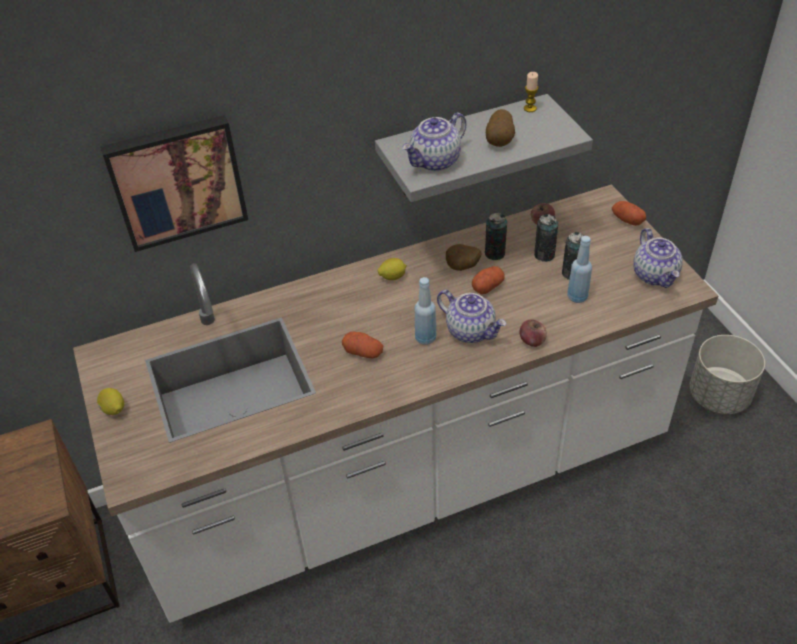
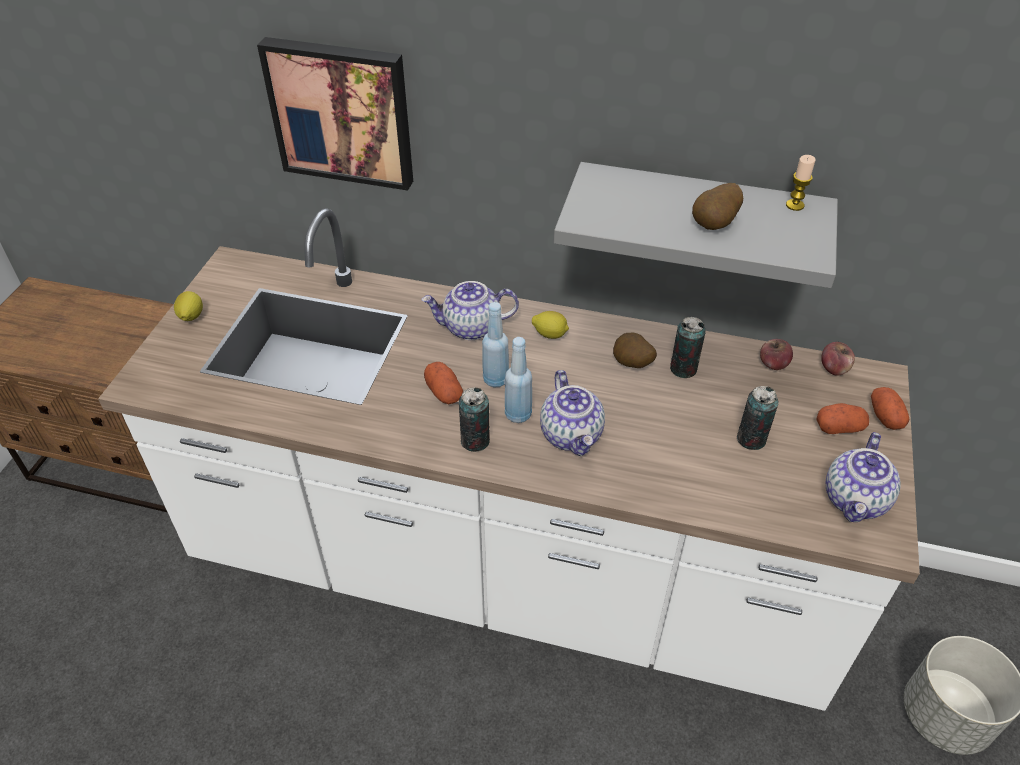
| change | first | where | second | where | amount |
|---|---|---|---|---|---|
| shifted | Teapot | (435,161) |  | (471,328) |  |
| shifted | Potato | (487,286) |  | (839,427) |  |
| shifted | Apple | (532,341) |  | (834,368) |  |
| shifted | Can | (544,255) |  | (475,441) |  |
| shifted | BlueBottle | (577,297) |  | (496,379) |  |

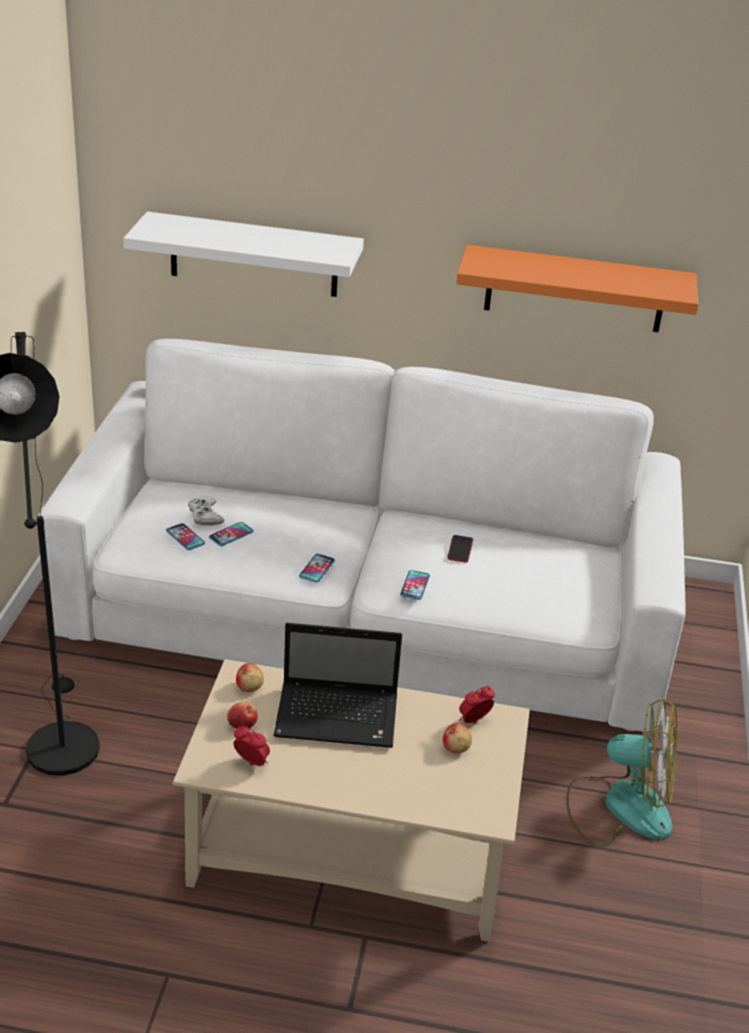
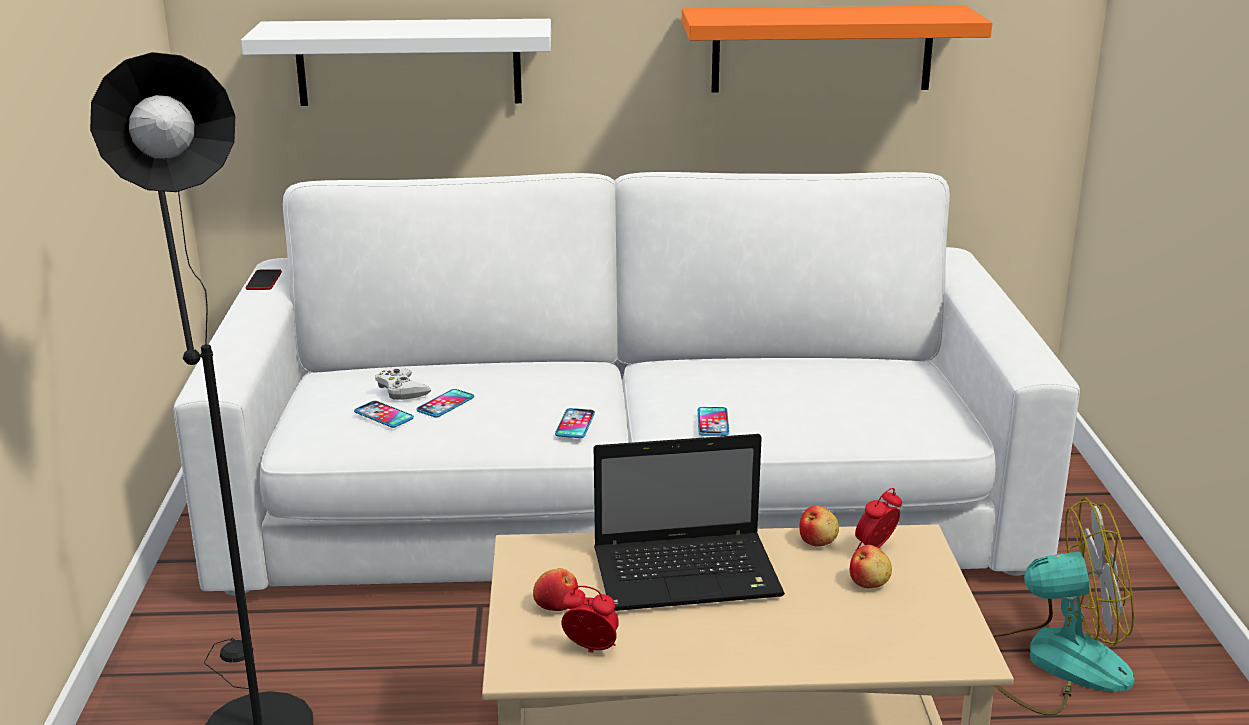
| change | first | where | second | where | amount |
|---|---|---|---|---|---|
| shifted | Apple | (249,687) |  | (818,541) |  |
| shifted | Phone | (460,549) |  | (264,281) |  |

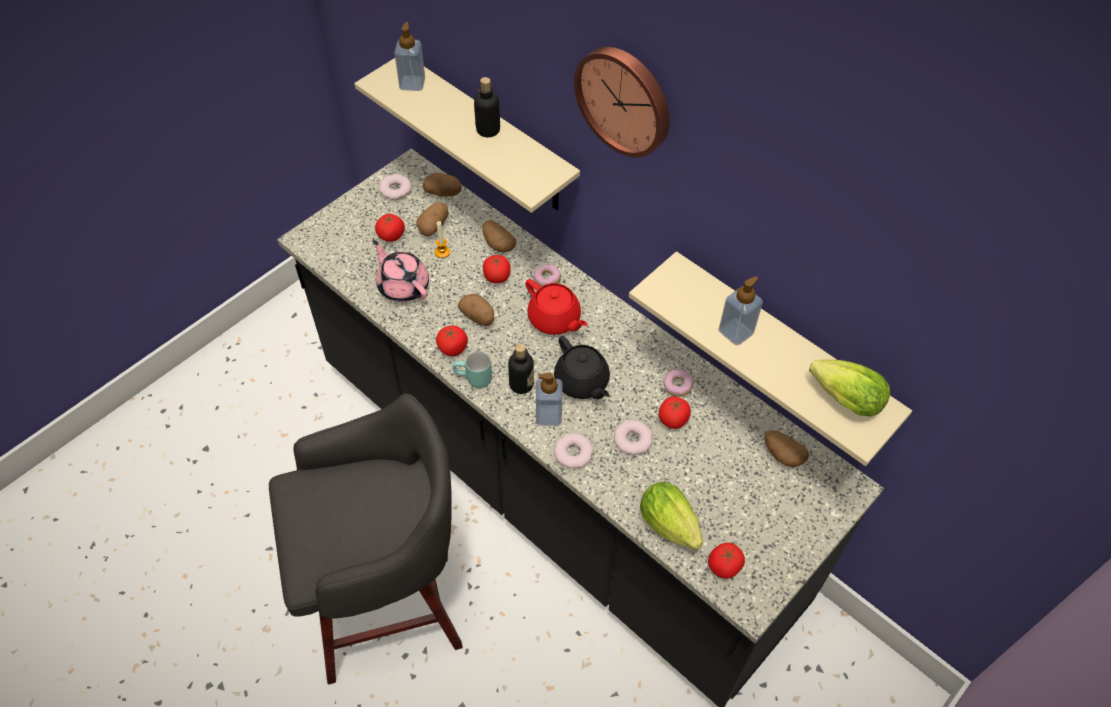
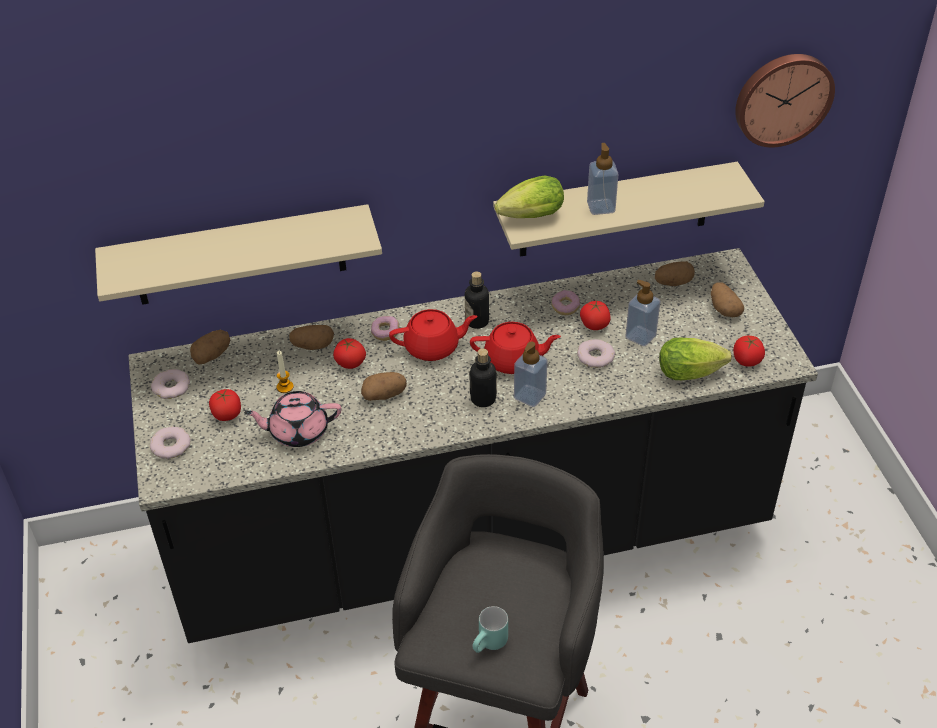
| change | first | where | second | where | amount |
|---|---|---|---|---|---|
| shifted | SoapDispenser | (412,83) |  | (640,336) |  |
| shifted | Potato | (434,226) |  | (723,309) |  |
| gone | Tomato | (452,348) |  |  |  |
| shifted | TurquoiseMug | (473,380) |  | (490,645) |  |
| shifted | Bottle | (488,130) |  | (477,321) |  |
| repainted | BlackTeapot | (582,382) | RedTeapot | (513,360) |  |
| shifted | Donut | (573,453) |  | (170,446) |  |
| shifted | WallClock | (625,100) |  | (782,98) |  |
| shifted | Lettuce | (841,398) |  | (528,217) |  |

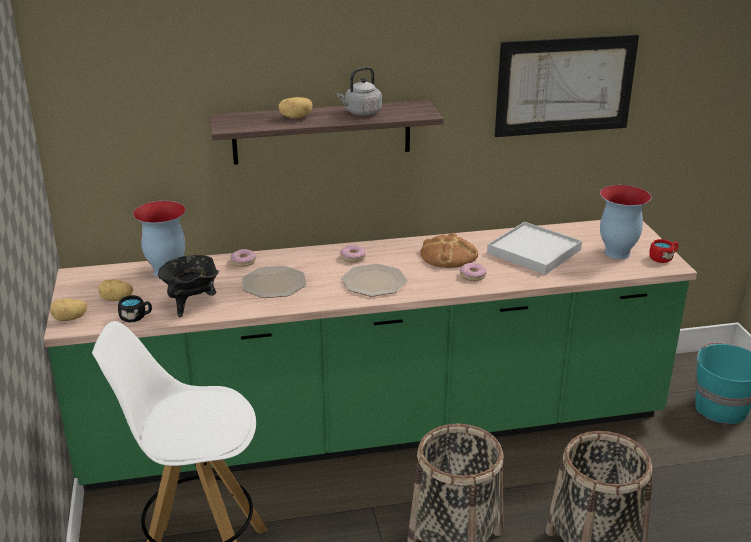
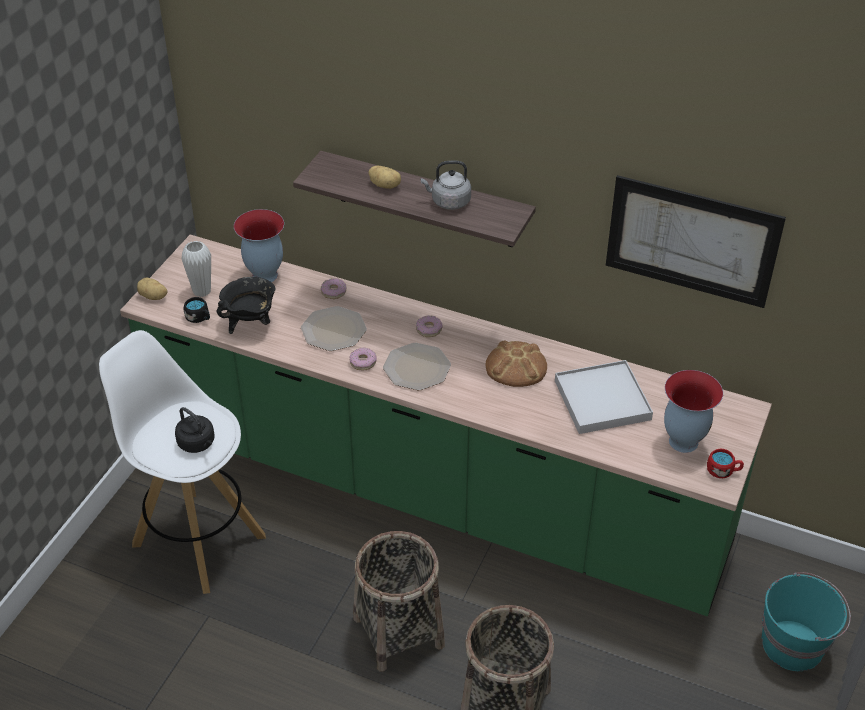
| change | first | where | second | where | amount |
|---|---|---|---|---|---|
| swapped | Potato | (117,299) | WhiteVase | (202,291) |  |
| shifted | Donut | (472,276) |  | (362,362) |  |
| new |  |  | BlackKettle | (198,444) |  |

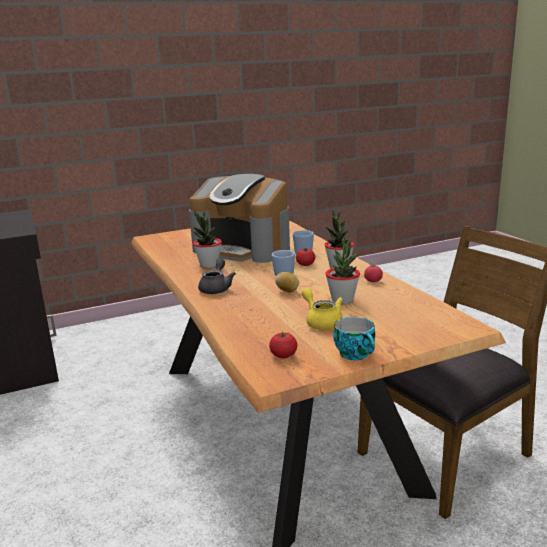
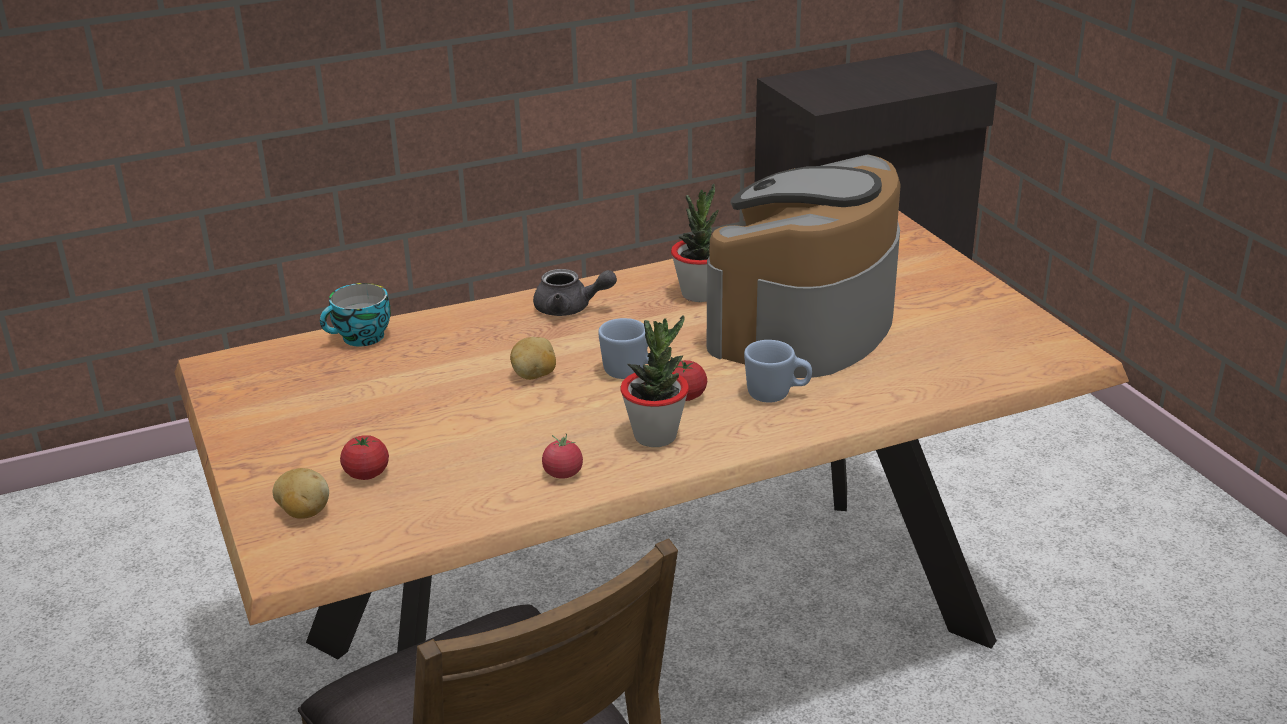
| change | first | where | second | where | amount |
|---|---|---|---|---|---|
| shifted | Tomato | (283,355) |  | (366,474) |  |
| gone | YellowTeapot | (321,322) |  |  |  |
| gone | PottedPlant | (342,300) |  |  |  |
| shifted | Cup | (356,354) |  | (361,338) |  |
| new |  |  | Potato | (303,512) |  |

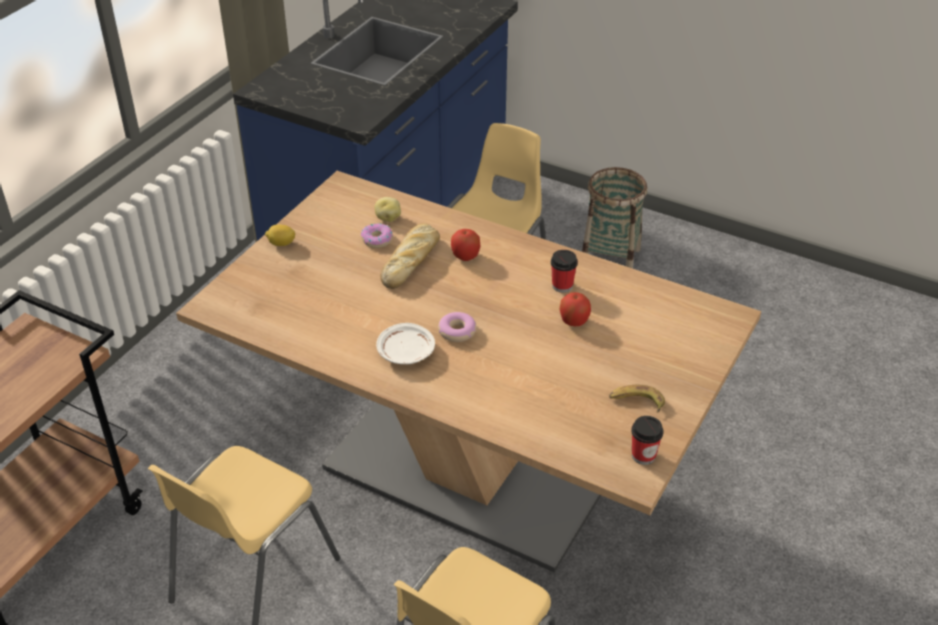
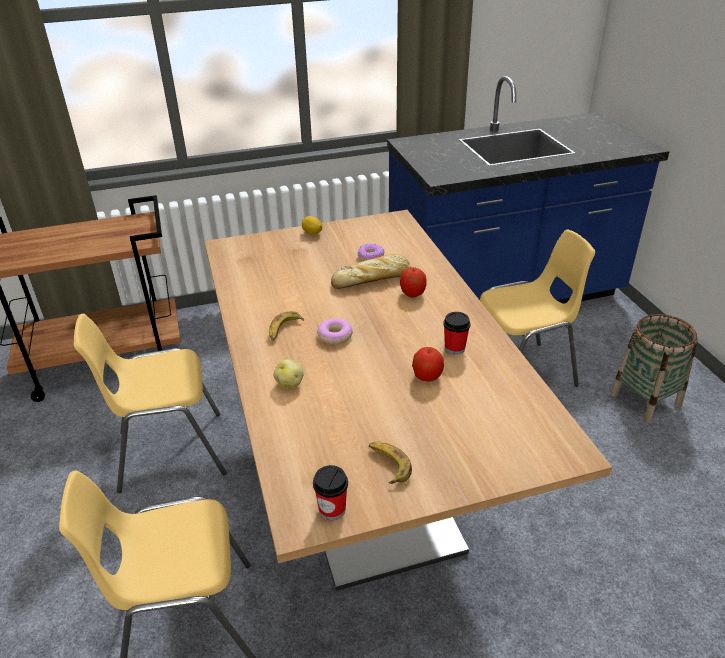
| change | first | where | second | where | amount |
|---|---|---|---|---|---|
| shifted | Potato | (388,218) |  | (290,383) |  |
| swapped | WhitePlate | (406,352) | Banana | (284,329) |  |

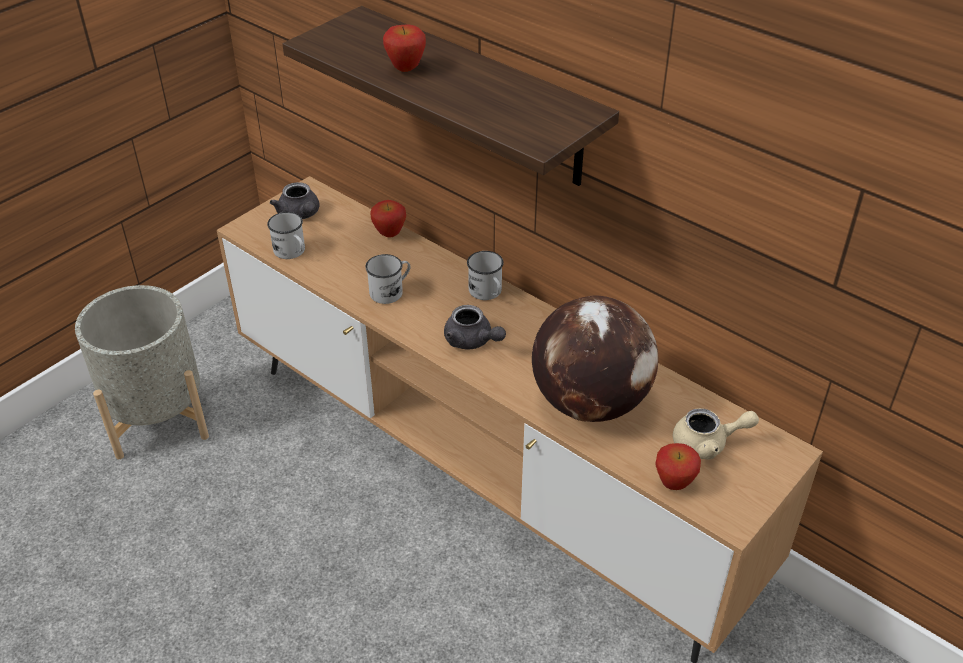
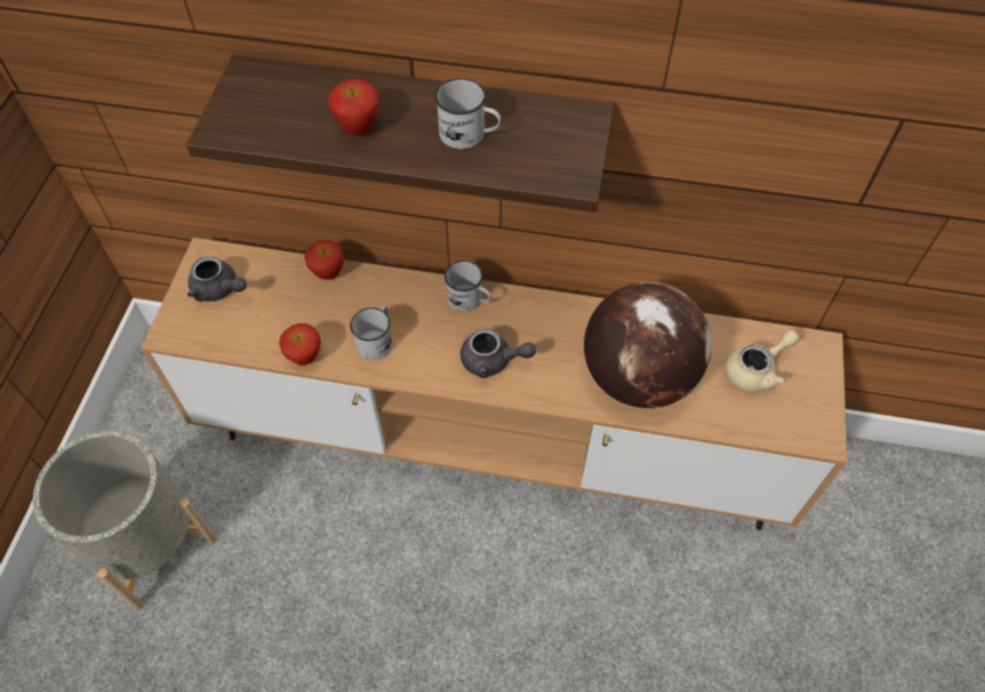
| change | first | where | second | where | amount |
|---|---|---|---|---|---|
| shifted | WhiteMug | (292,252) |  | (469,135) |  |
| shifted | Apple | (674,484) |  | (305,358) |  |

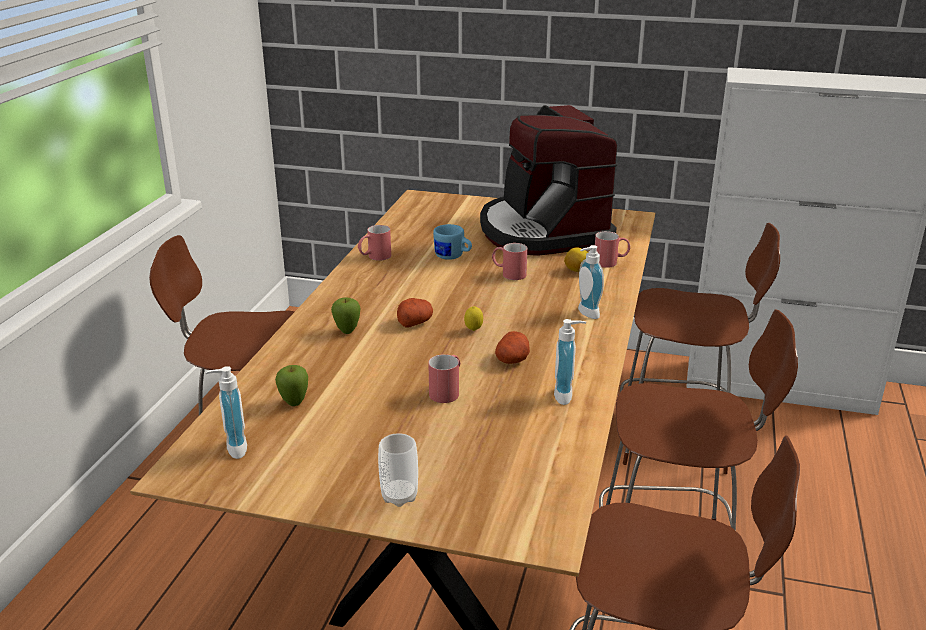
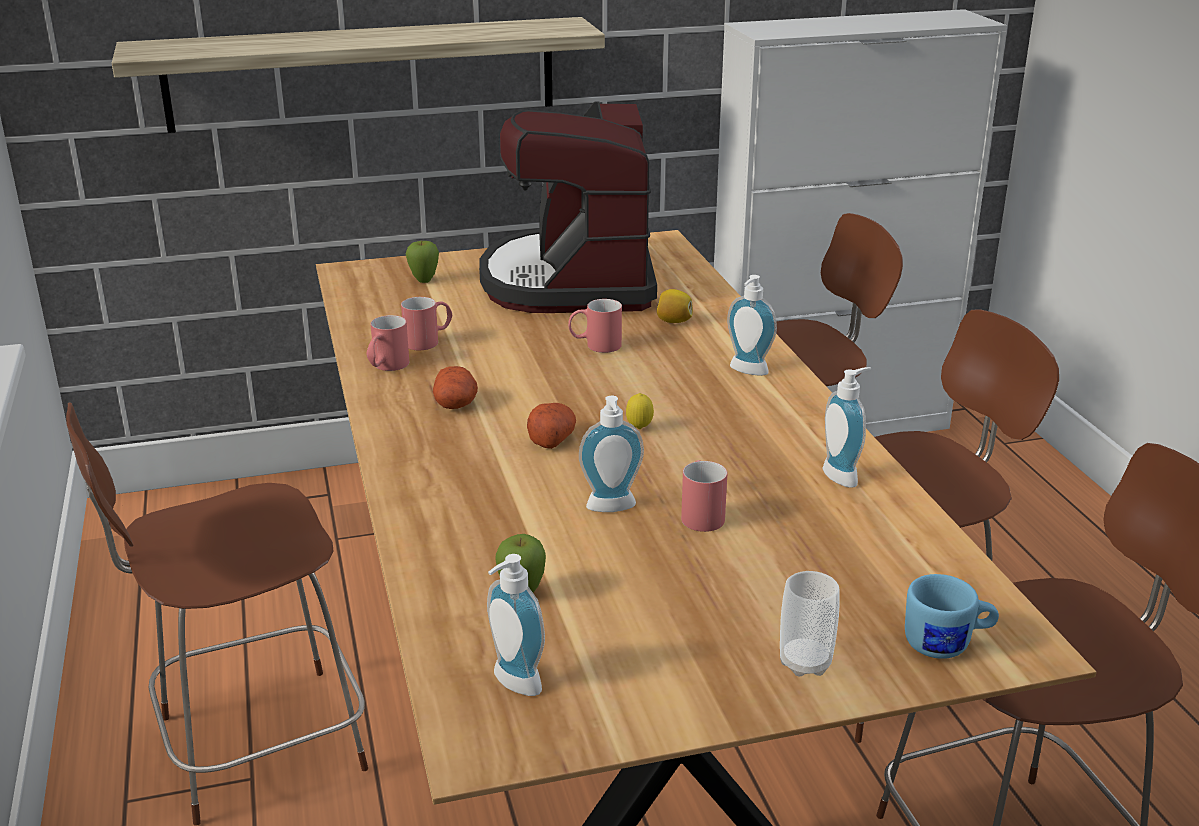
| change | first | where | second | where | amount |
|---|---|---|---|---|---|
| shifted | Apple | (347,331) |  | (424,281) |  |
| shifted | BlueMug | (453,257) |  | (947,645) |  |
| rotated | CoffeeMachine | (543,231) |  | (571,281) | 45 degrees clockwise |
| shifted | Potato | (512,360) |  | (456,404) |  |
| shifted | RedMug | (611,262) |  | (429,341) |  |
| new |  |  | Shelf | (362,74) |  |
| new |  |  | SoapDispenser | (612,509) |  |

